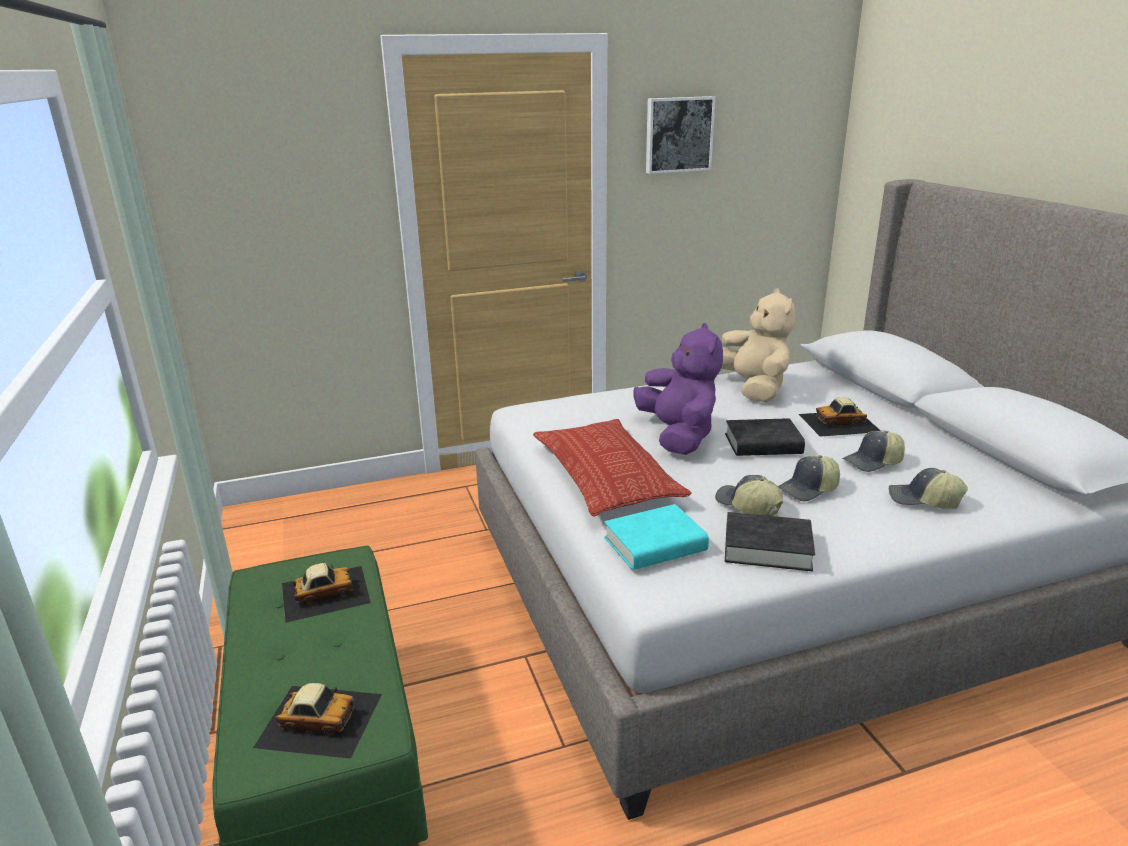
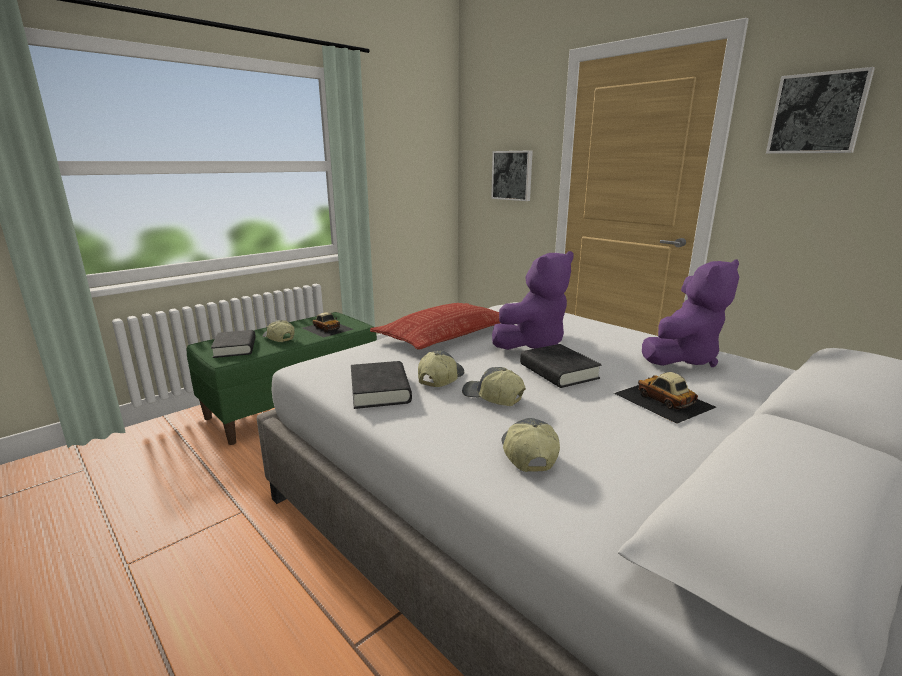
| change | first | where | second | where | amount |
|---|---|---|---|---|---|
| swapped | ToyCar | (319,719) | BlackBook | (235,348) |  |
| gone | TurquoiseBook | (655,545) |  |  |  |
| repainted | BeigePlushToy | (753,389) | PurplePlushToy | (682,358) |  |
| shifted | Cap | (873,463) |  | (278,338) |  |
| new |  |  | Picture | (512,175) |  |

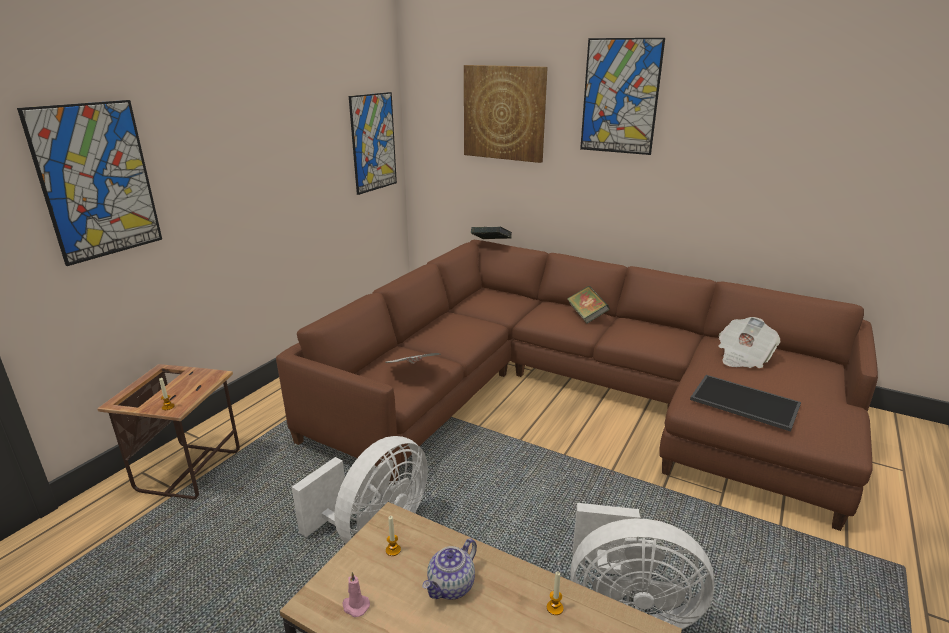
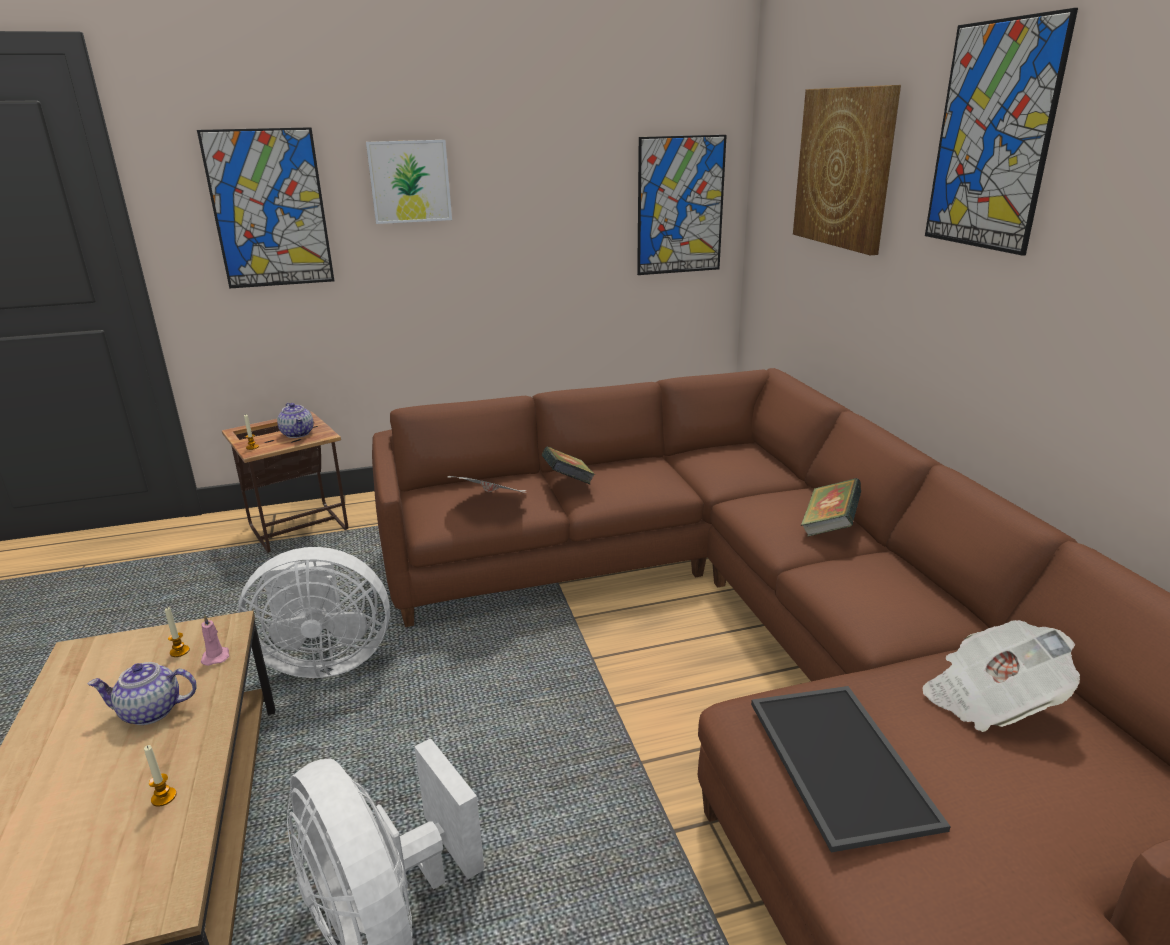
| change | first | where | second | where | amount |
|---|---|---|---|---|---|
| shifted | PinkCandle | (355,606) |  | (216,656) |  |
| shifted | Book | (491,243) |  | (568,483) |  |
| new |  |  | Teapot | (298,434) |  |
| new |  |  | Picture | (410,181) |  |

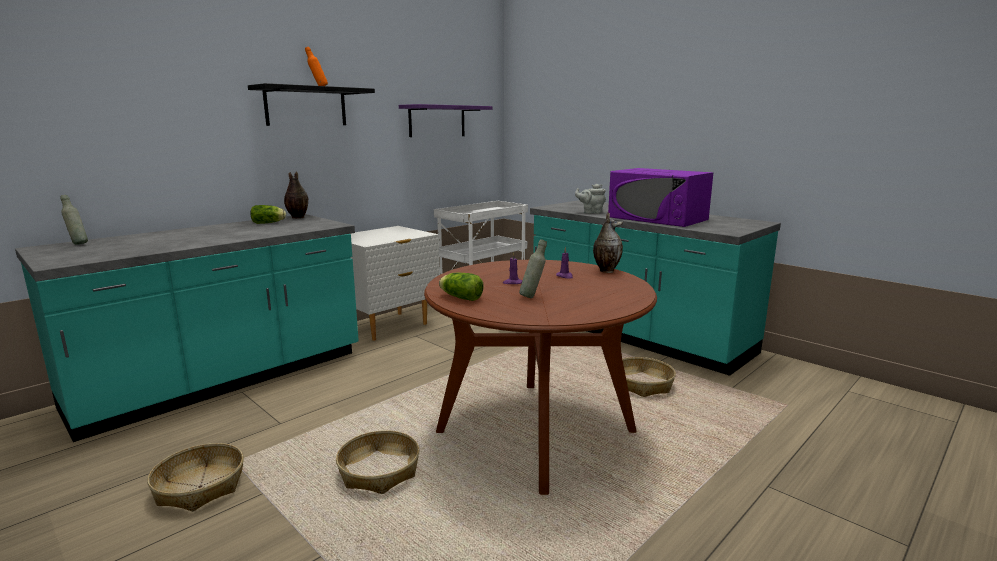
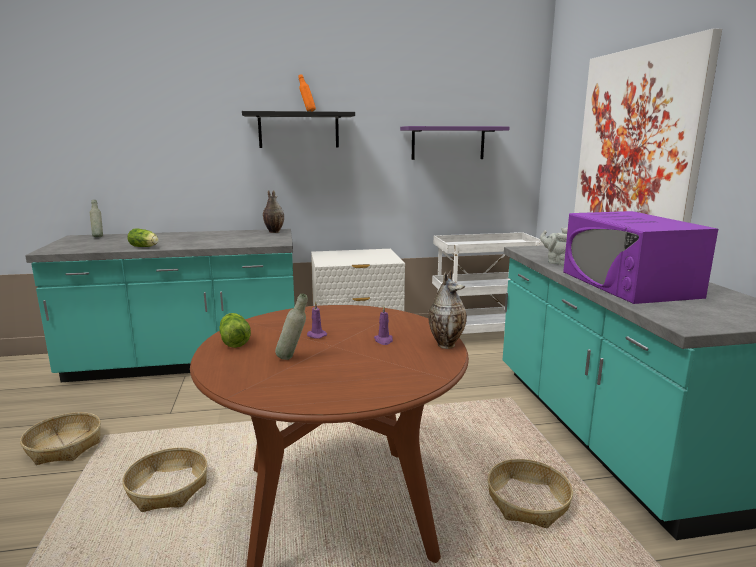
| change | first | where | second | where | amount |
|---|---|---|---|---|---|
| shifted | Lettuce | (269,223) |  | (145,247) |  |
| new |  |  | Picture | (636,141) |  |

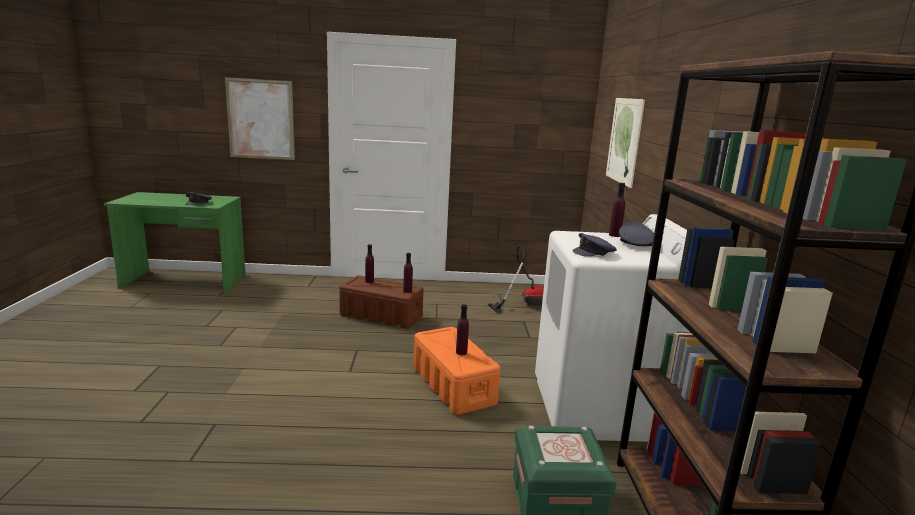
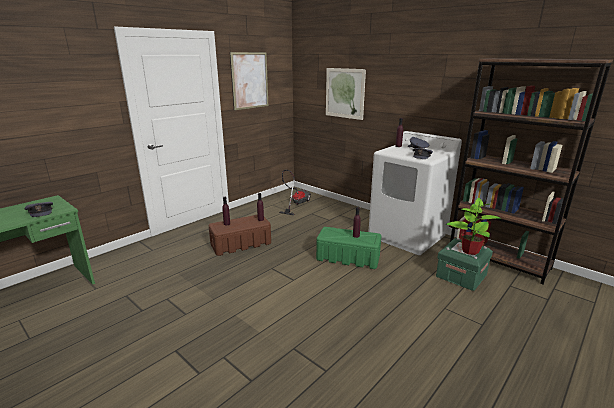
| change | first | where | second | where | amount |
|---|---|---|---|---|---|
| shifted | Picture | (261,119) |  | (250,80) |  |
| repainted | OrangeStorageBox | (453,385) | GreenStorageBox | (347,258) |  |
| new |  |  | PottedPlant | (469,250) |  |

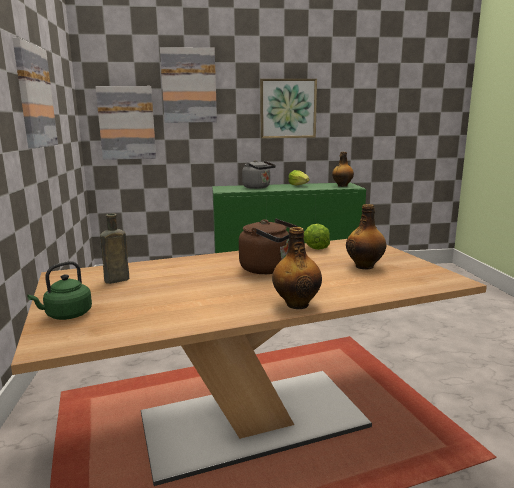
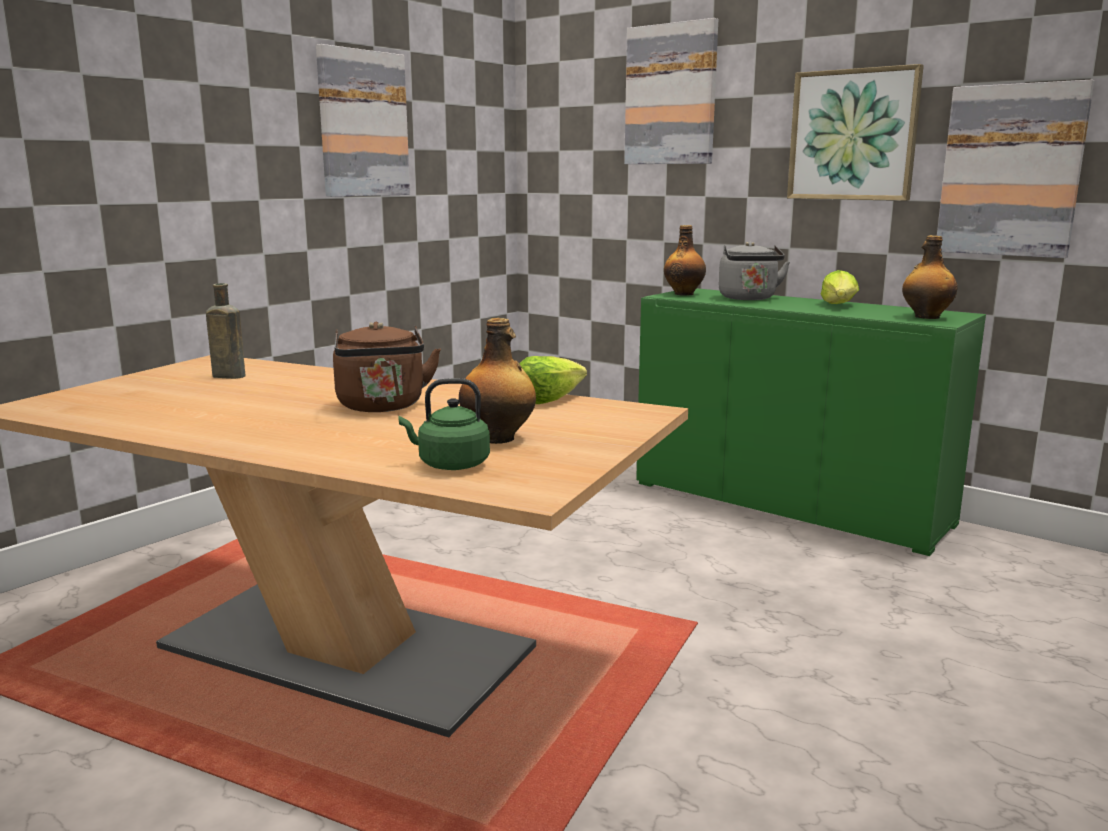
| change | first | where | second | where | amount |
|---|---|---|---|---|---|
| shifted | GreenKettle | (66,315) |  | (450,464) |  |
| shifted | Picture | (127,123) |  | (1010,171) |  |
| shifted | Bottle | (297,304) |  | (684,294) |  |

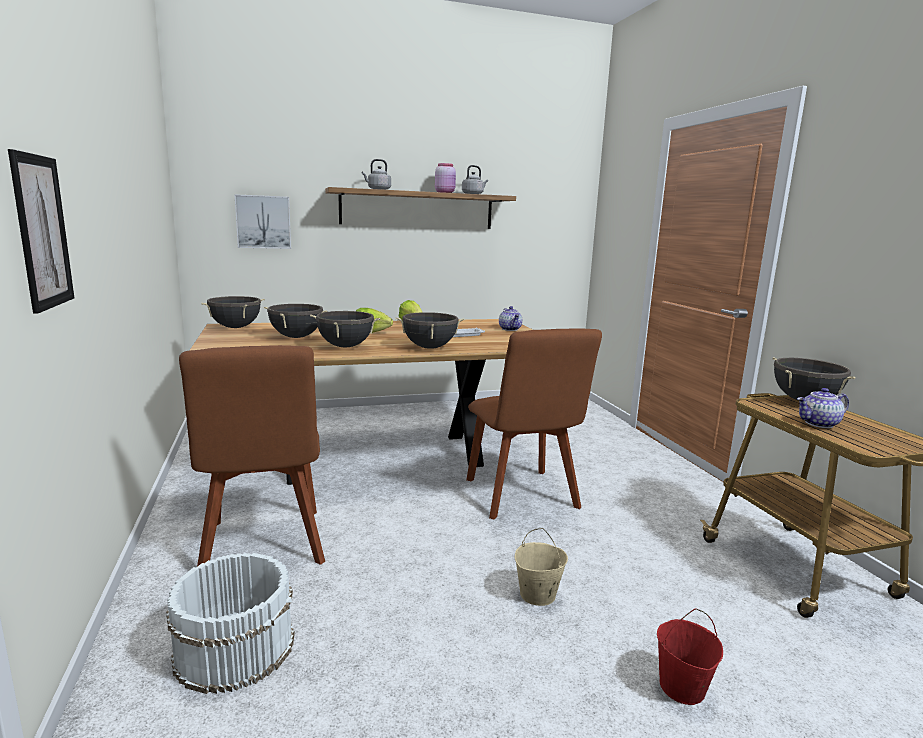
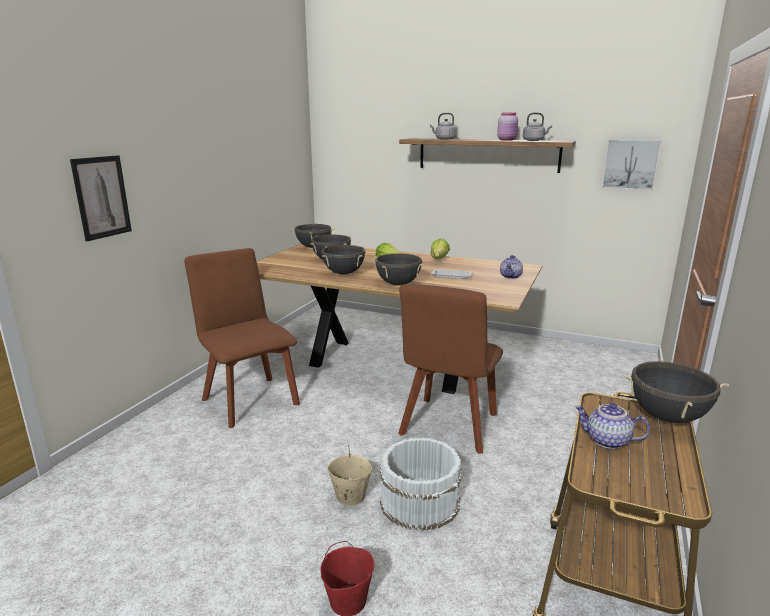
| change | first | where | second | where | amount |
|---|---|---|---|---|---|
| shifted | WhiteBucket | (234,647) |  | (419,501) |  |
| rotated | BrownChair | (263,547) |  | (249,399) | 120 degrees clockwise |
| shifted | Picture | (263,222) |  | (630,164) |  |

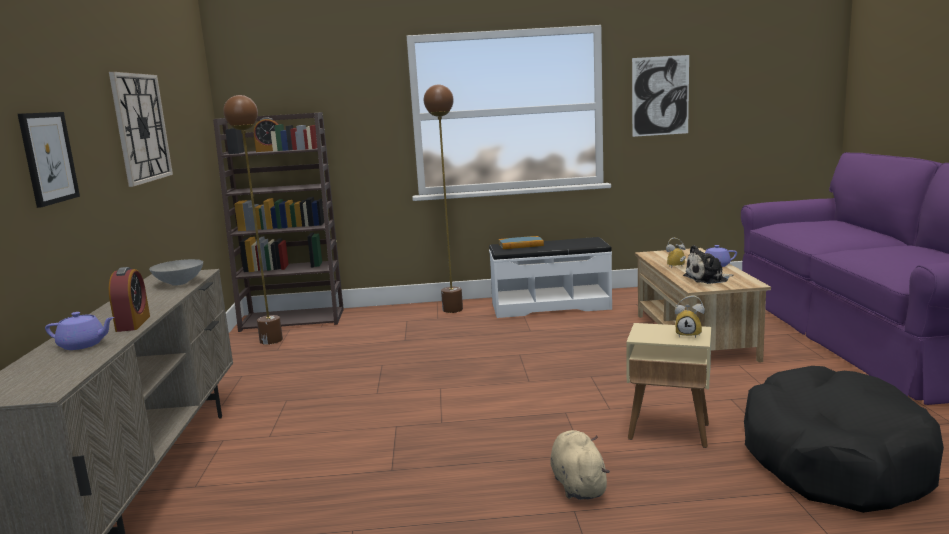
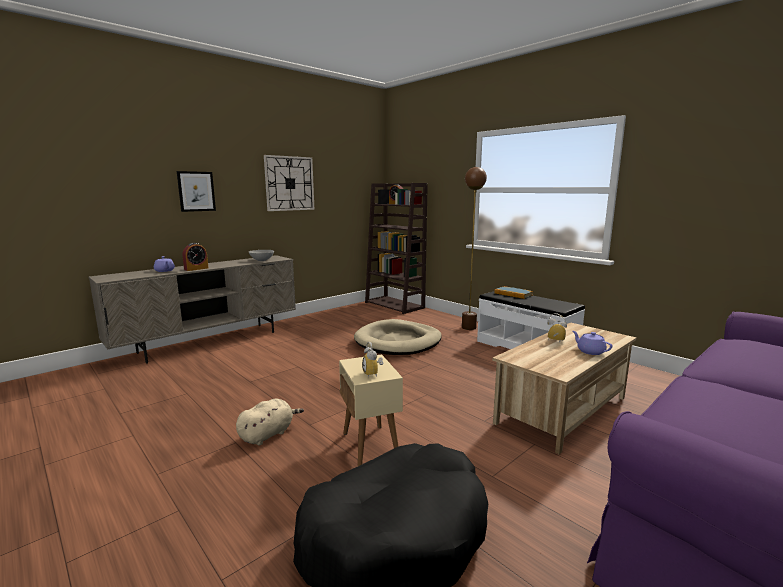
| change | first | where | second | where | amount |
|---|---|---|---|---|---|
| gone | BrownFloorLamp | (271,340) |  |  |  |
| gone | Picture | (660,96) |  |  |  |
| gone | PlushToy | (708,279) |  |  |  |
| new |  |  | BeigeDogBed | (398,341) |  |

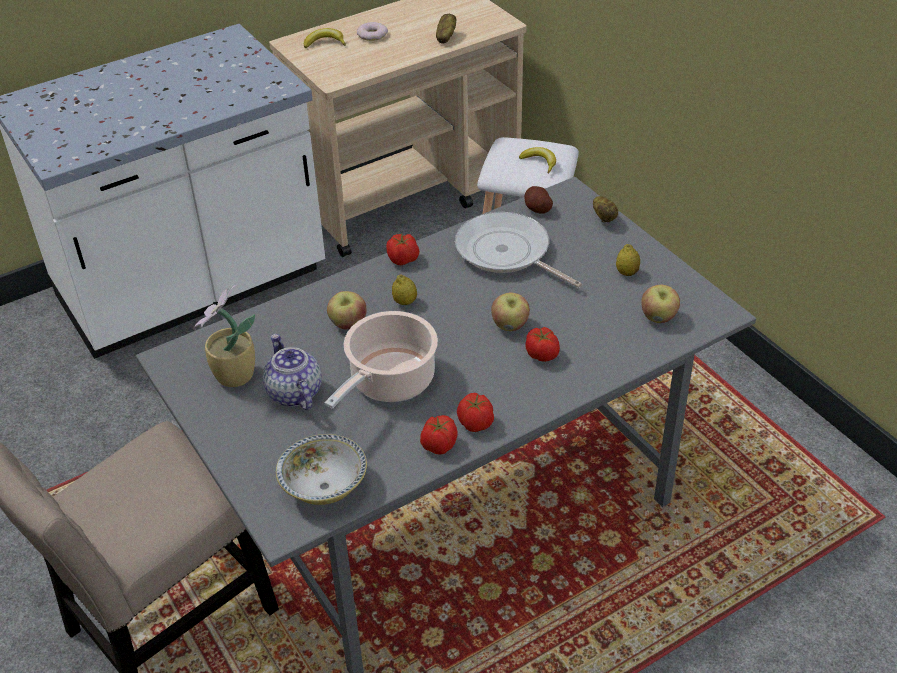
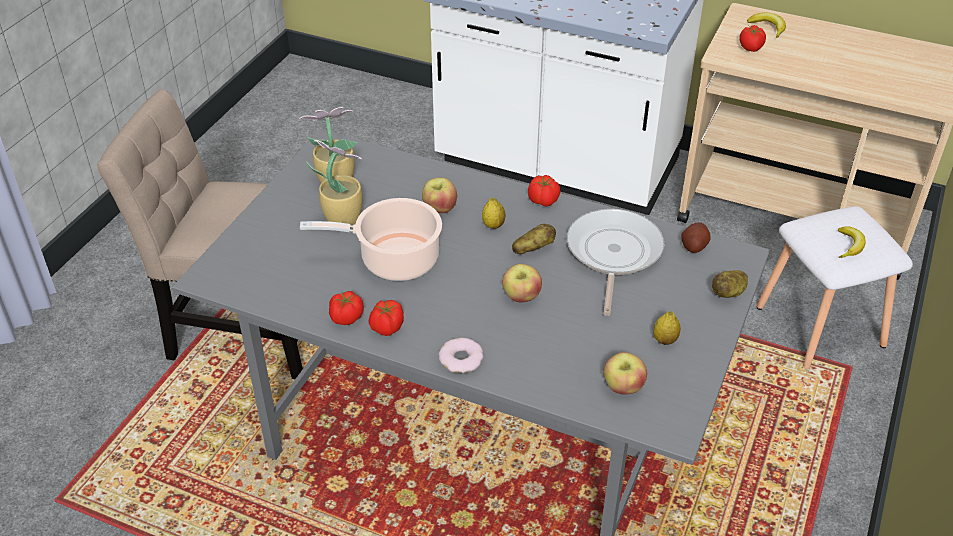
| change | first | where | second | where | amount |
|---|---|---|---|---|---|
| swapped | Teapot | (293,393) | PottedPlant | (342,217) |  |
| gone | Bowl | (324,486) |  |  |  |
| shifted | Donut | (372,35) |  | (461,359) |  |
| shifted | Potato | (445,37) |  | (533,249) |  |
| shifted | Tomato | (542,355) |  | (751,48) |  |

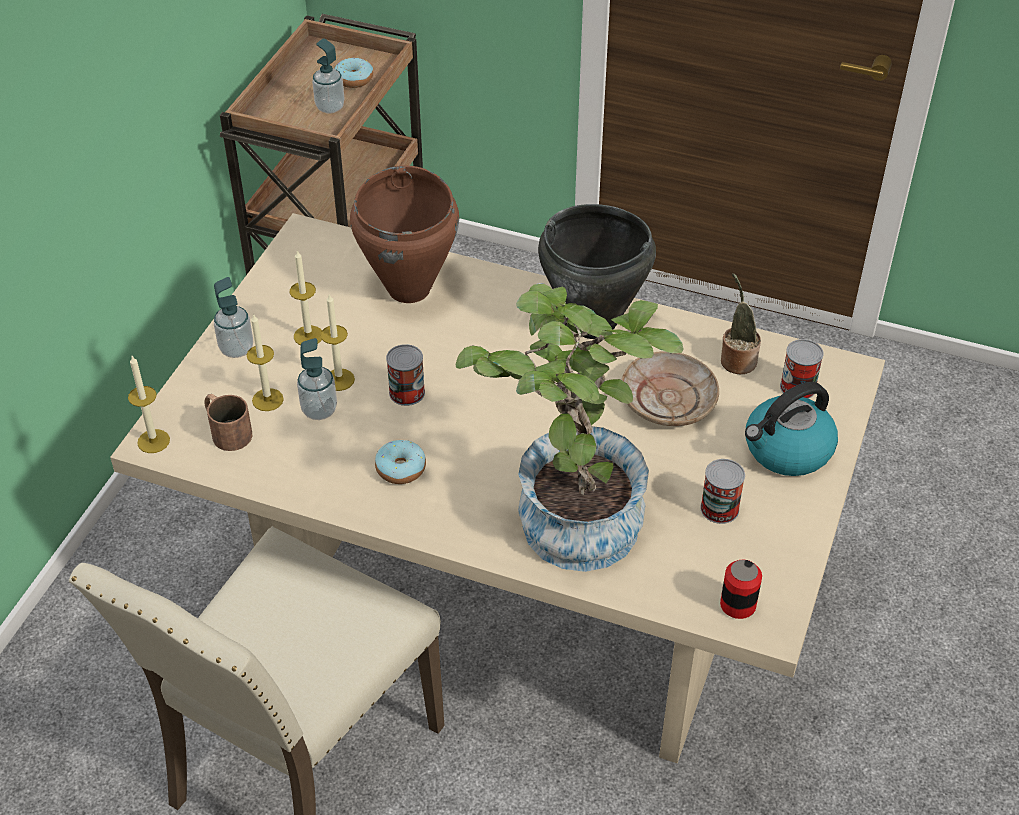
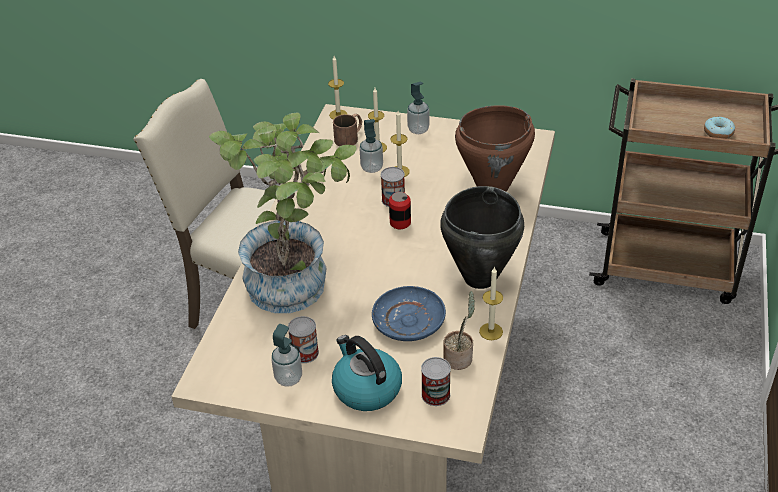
| change | first | where | second | where | amount |
|---|---|---|---|---|---|
| shifted | Candle | (308,336) |  | (491,331) |  |
| shifted | SoapDispenser | (330,107) |  | (288,378) |  |
| gone | Donut | (401,468) |  |  |  |
| repainted | BeigePlate | (668,399) | BluePlate | (409,321) |  |
| shifted | Can | (738,605) |  | (400,223) |  |

